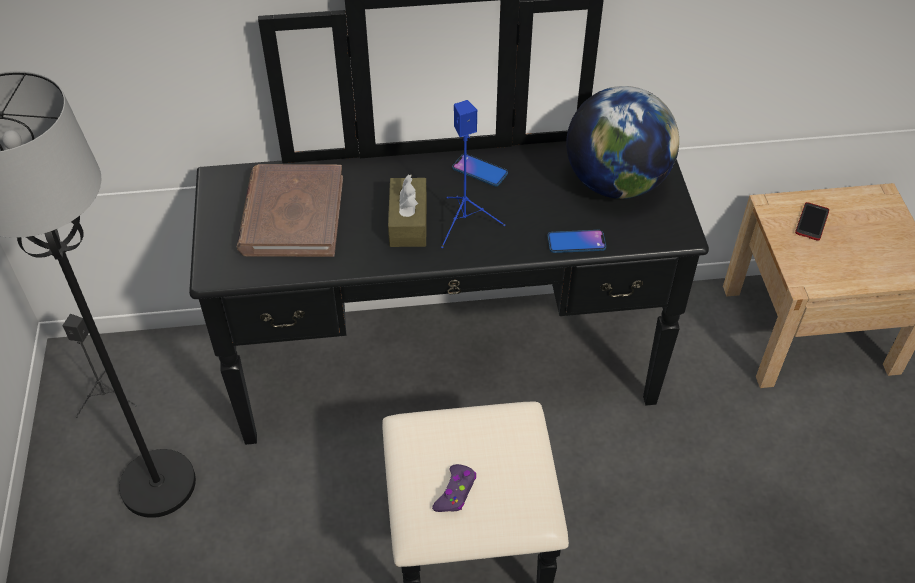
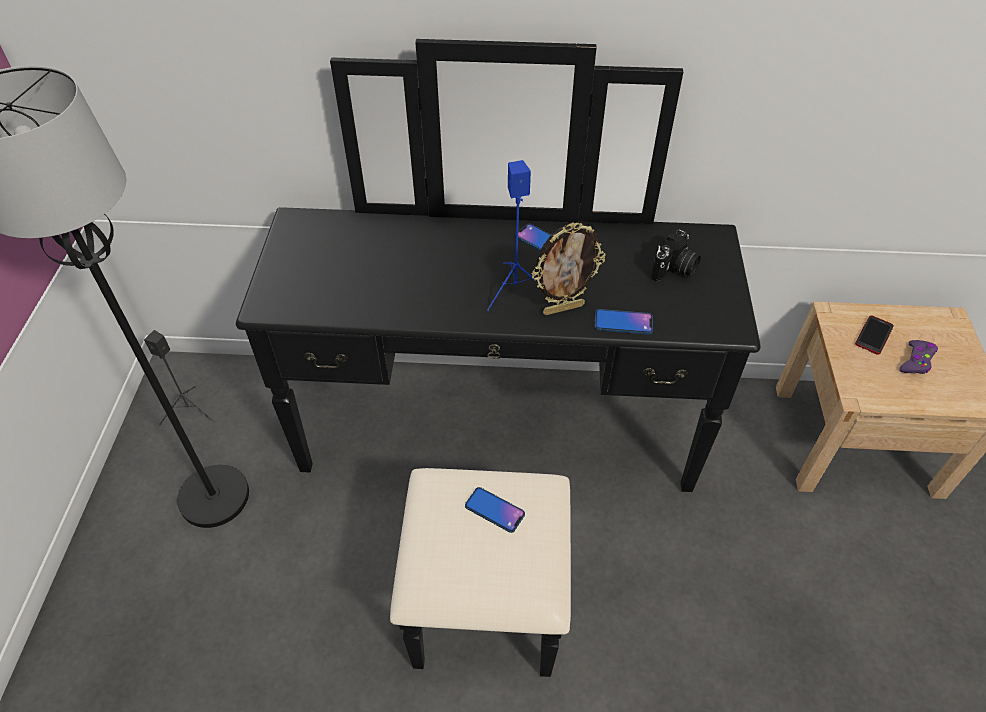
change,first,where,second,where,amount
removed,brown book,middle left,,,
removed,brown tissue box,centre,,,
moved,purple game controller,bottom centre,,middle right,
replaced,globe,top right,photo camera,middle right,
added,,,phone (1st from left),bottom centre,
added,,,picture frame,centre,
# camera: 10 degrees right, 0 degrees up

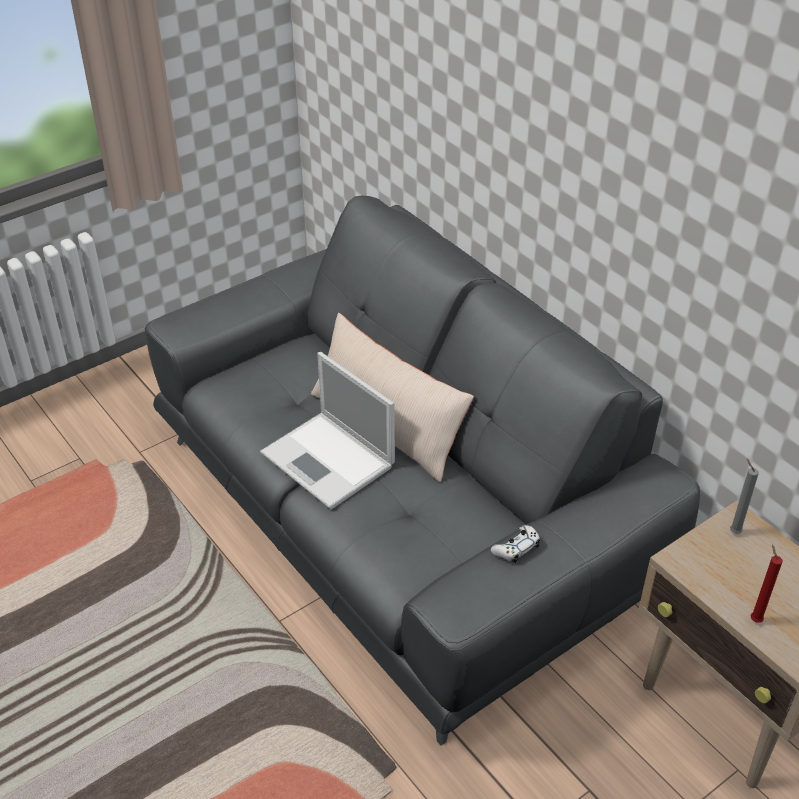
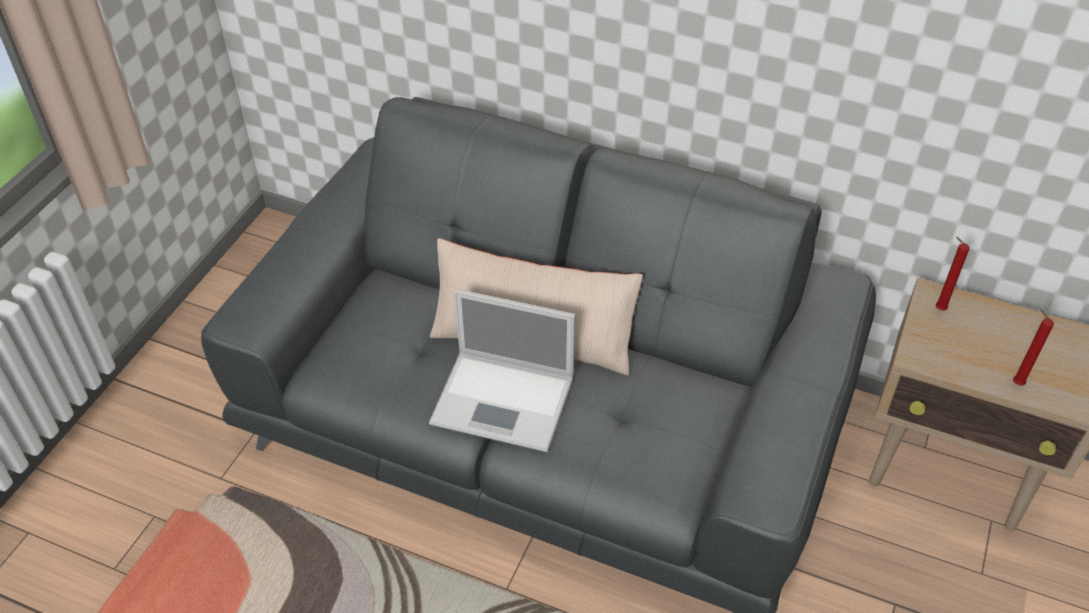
change,first,where,second,where,amount
removed,white game controller,bottom centre,,,
recoloured,grey candle,middle right,red candle (1st from left),middle right,
# camera: 30 degrees left, 5 degrees up

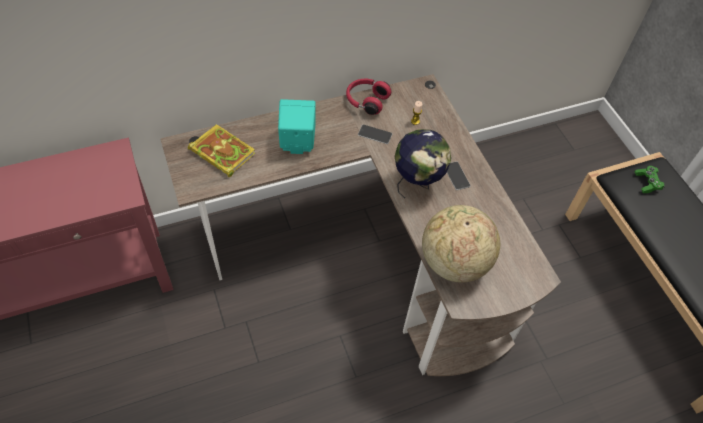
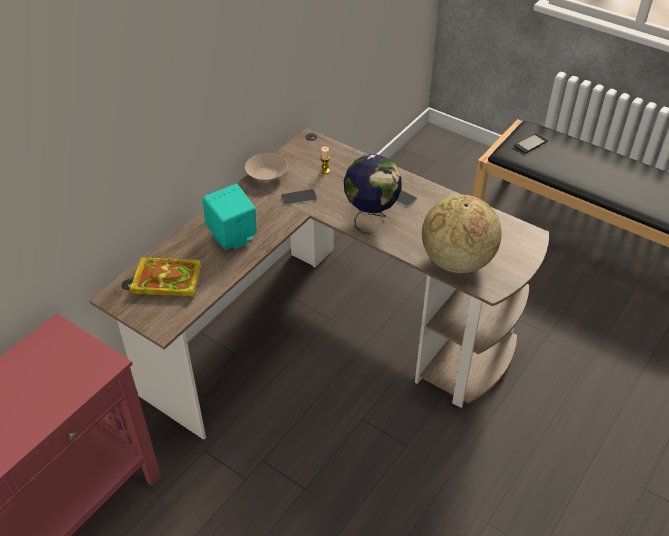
change,first,where,second,where,amount
replaced,red headphones,top centre,beige bowl,top centre,
replaced,green game controller,middle right,phone (3rd from left),top right,
# camera: 30 degrees left, 10 degrees down

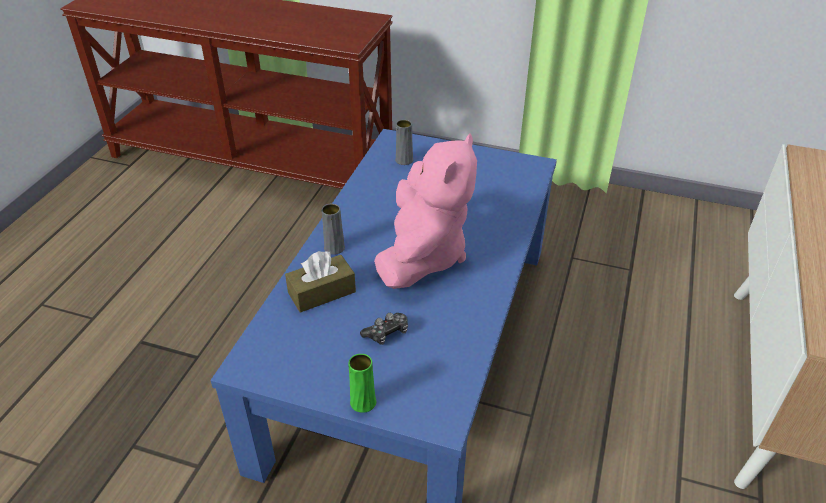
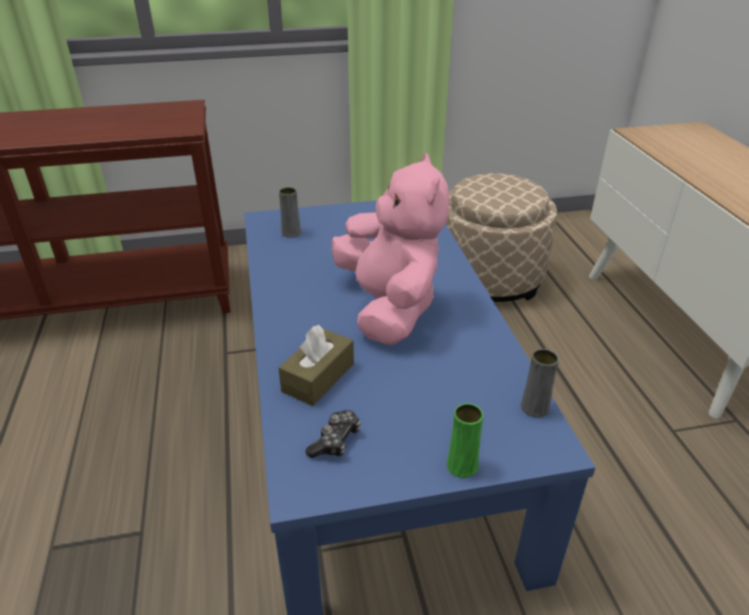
change,first,where,second,where,amount
moved,grey vase (1st from left in the first image),centre,grey vase (2nd from left),middle right,
moved,game controller,centre,,bottom centre,
added,,,beige ottoman,middle right,
# camera: 30 degrees left, 5 degrees down

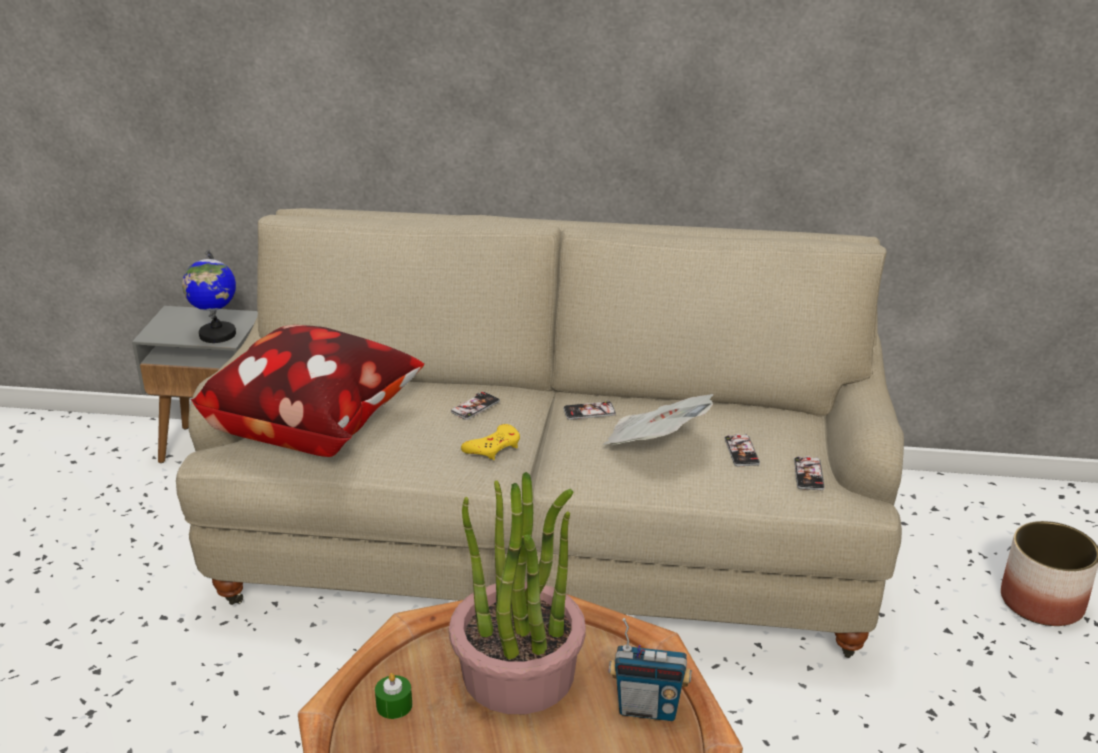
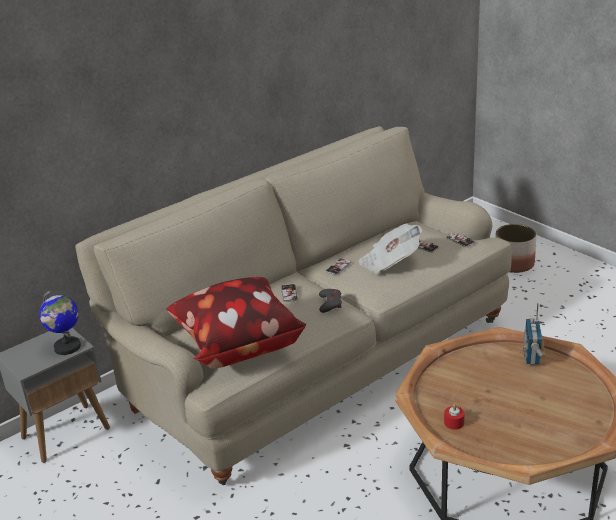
change,first,where,second,where,amount
recoloured,green candle,bottom centre,red candle,bottom right,
removed,potted plant,bottom centre,,,
recoloured,yellow game controller,centre,grey game controller,centre,
turned,radio,bottom centre,,middle right,135 degrees clockwise
# camera: 45 degrees left, 0 degrees up

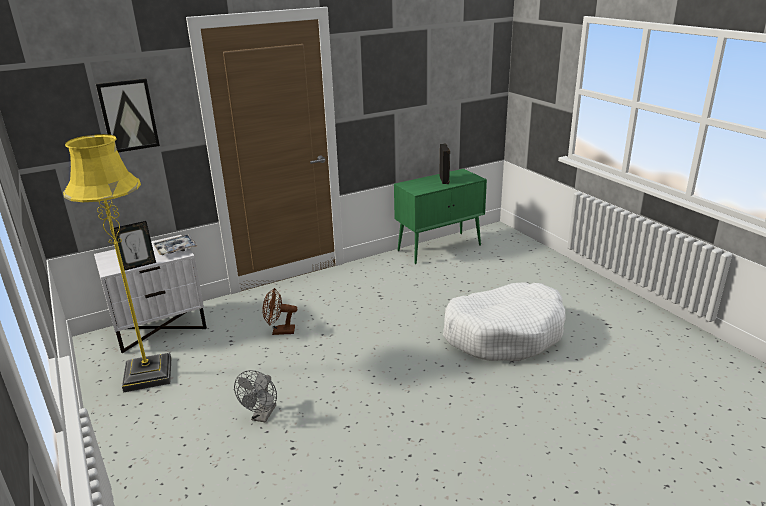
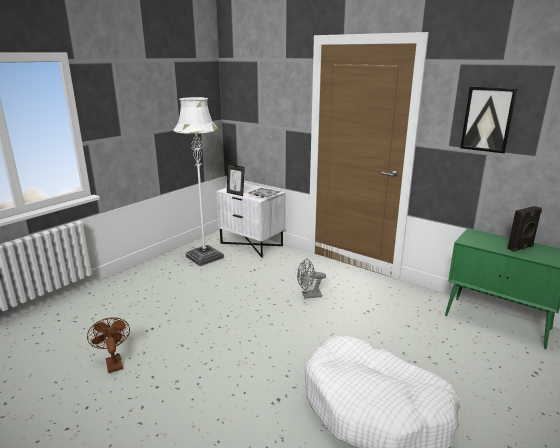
change,first,where,second,where,amount
recoloured,yellow floor lamp,middle left,white floor lamp,centre,
moved,picture,top left,,top right,
moved,grey fan,bottom left,,centre,
moved,brown fan,centre,,bottom left,
# camera: 65 degrees right, 5 degrees down

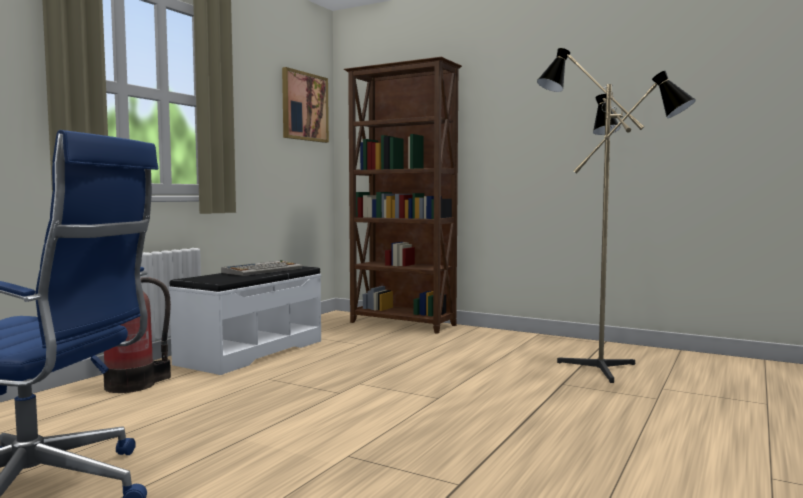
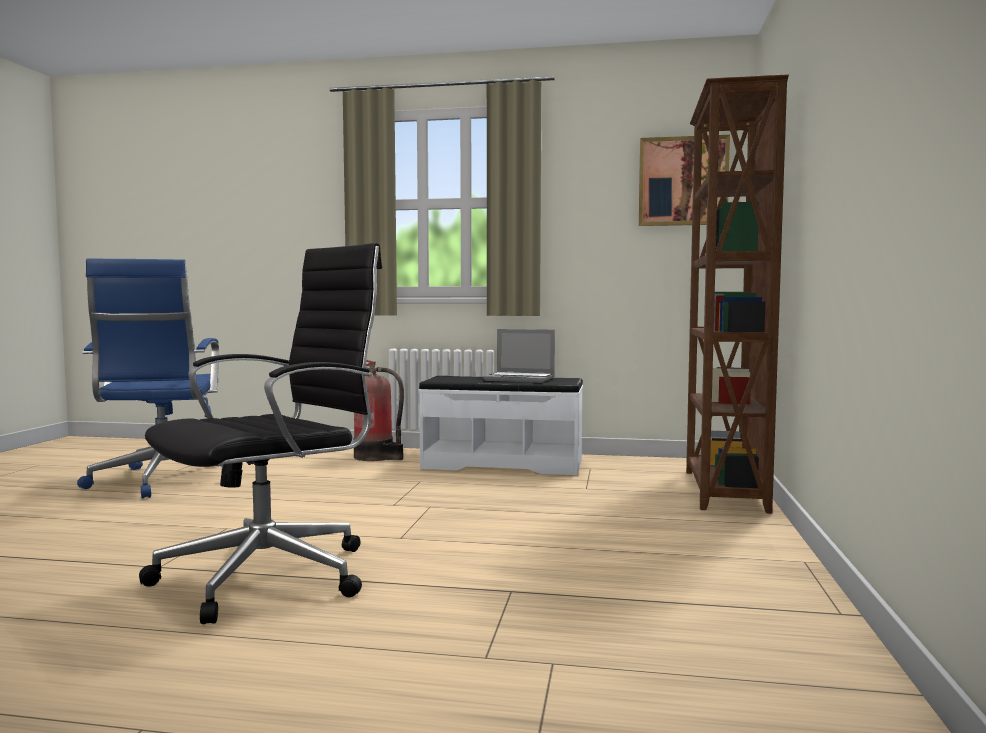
change,first,where,second,where,amount
replaced,keyboard,middle left,laptop,centre,
removed,floor lamp,middle right,,,
added,,,black office chair,middle left,
# camera: 70 degrees right, 0 degrees up

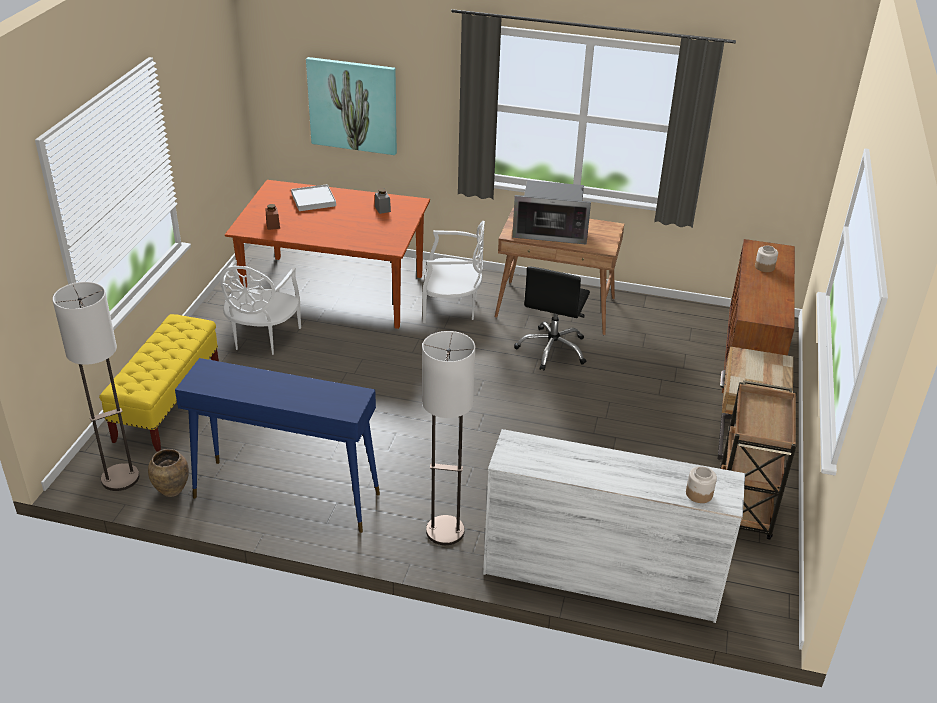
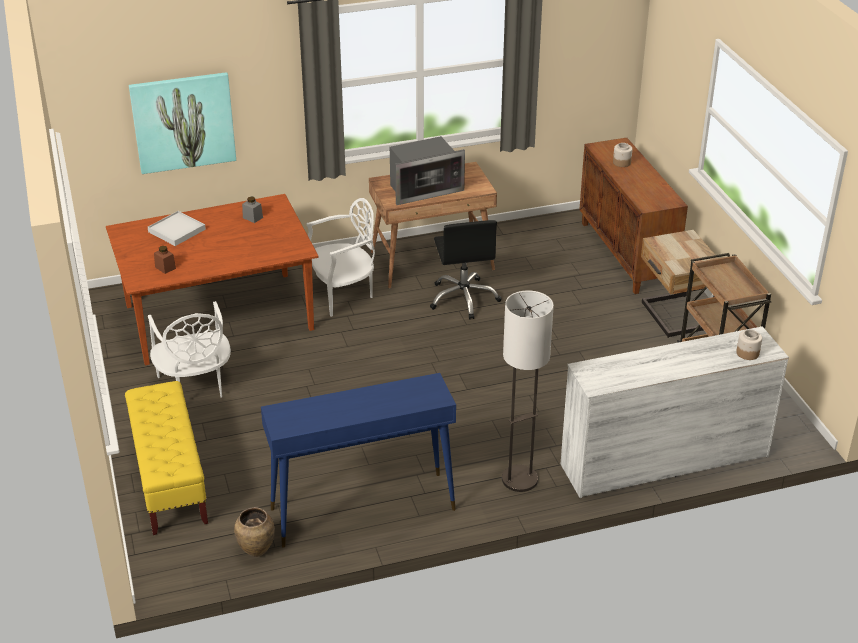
change,first,where,second,where,amount
removed,floor lamp (1st from left),middle left,,,
# camera: 30 degrees left, 0 degrees up

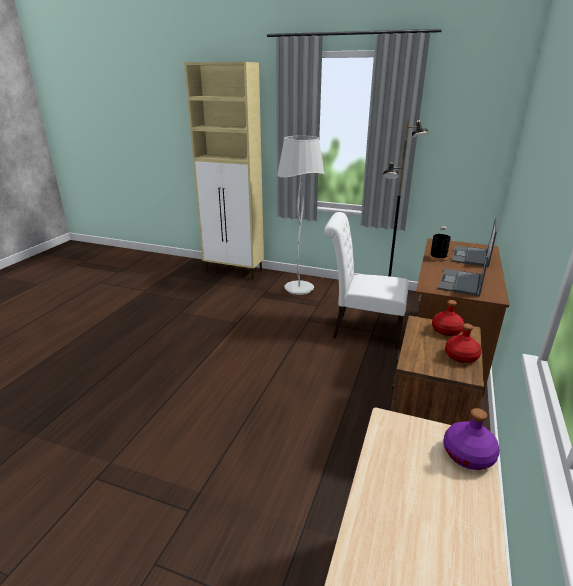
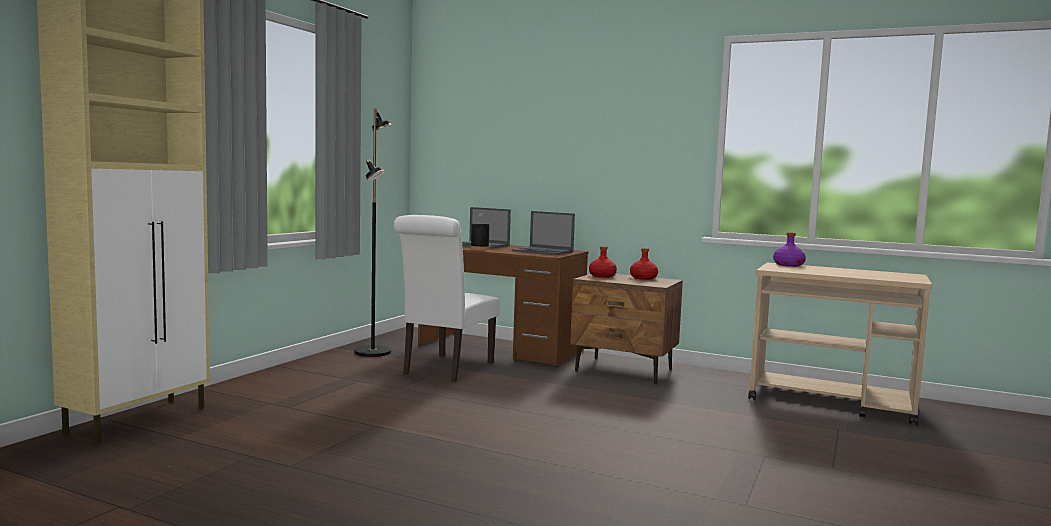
change,first,where,second,where,amount
removed,white floor lamp,centre,,,
# camera: 85 degrees left, 20 degrees down

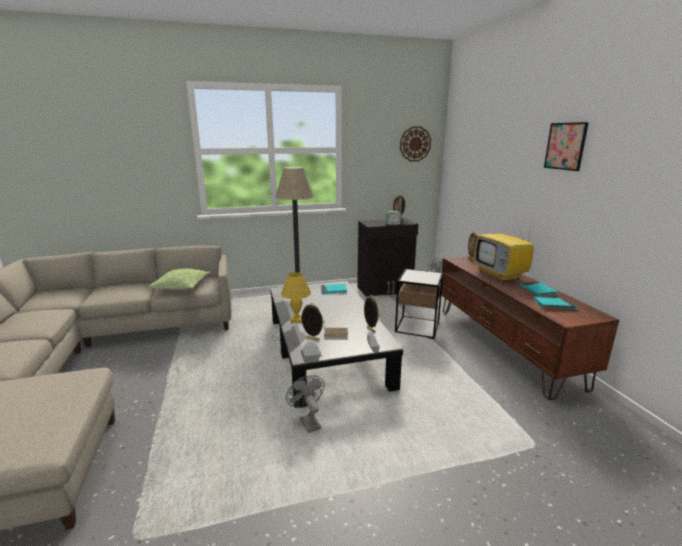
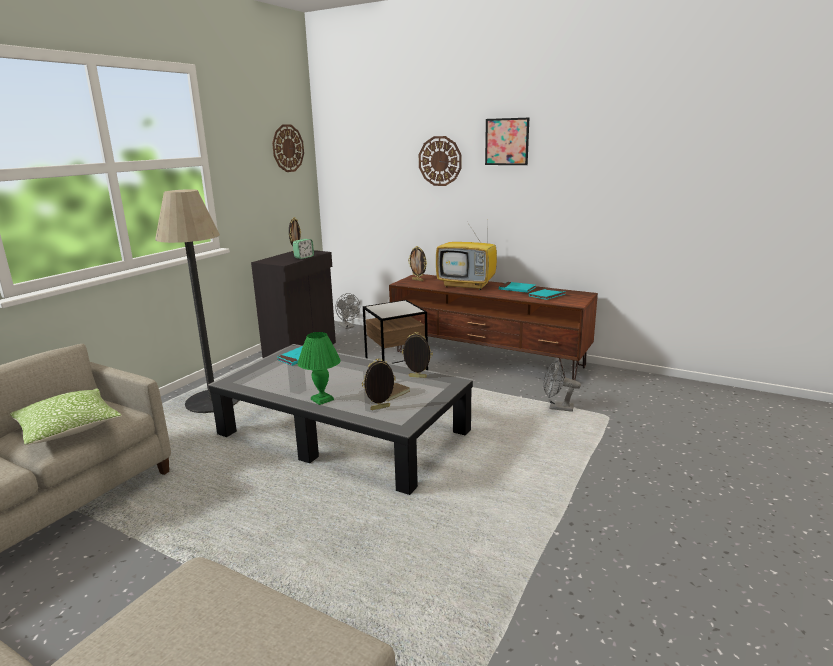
change,first,where,second,where,amount
recoloured,yellow table lamp,centre,green table lamp,centre,
moved,grey fan (1st from left in the first image),bottom centre,grey fan (2nd from left),middle right,
added,,,wall clock (2nd from left),top centre,
# camera: 45 degrees left, 0 degrees up

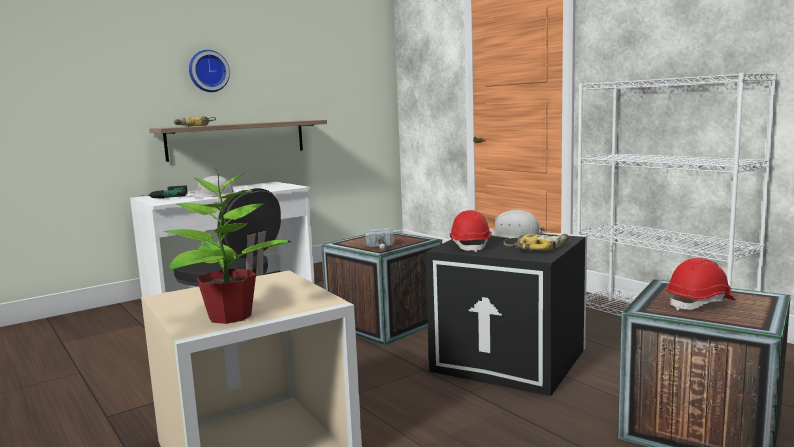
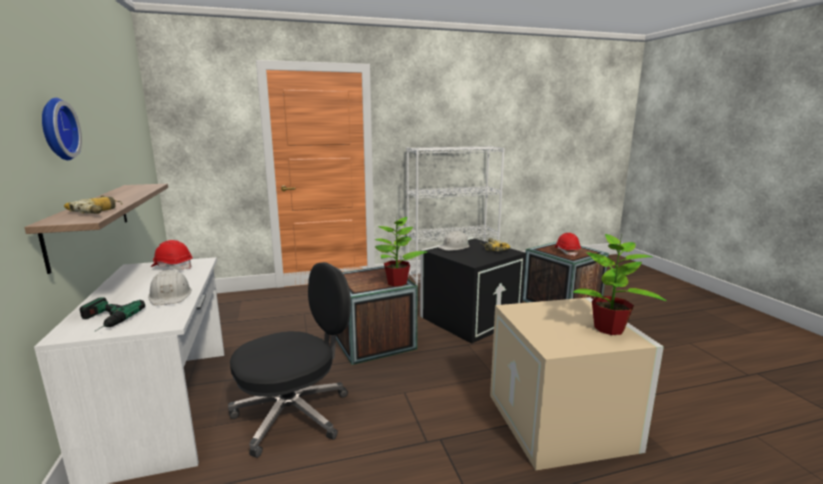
change,first,where,second,where,amount
replaced,hammer,centre,potted plant (1st from left),centre,
moved,red hard hat (1st from left),centre,,middle left,
# camera: 70 degrees left, 5 degrees up

